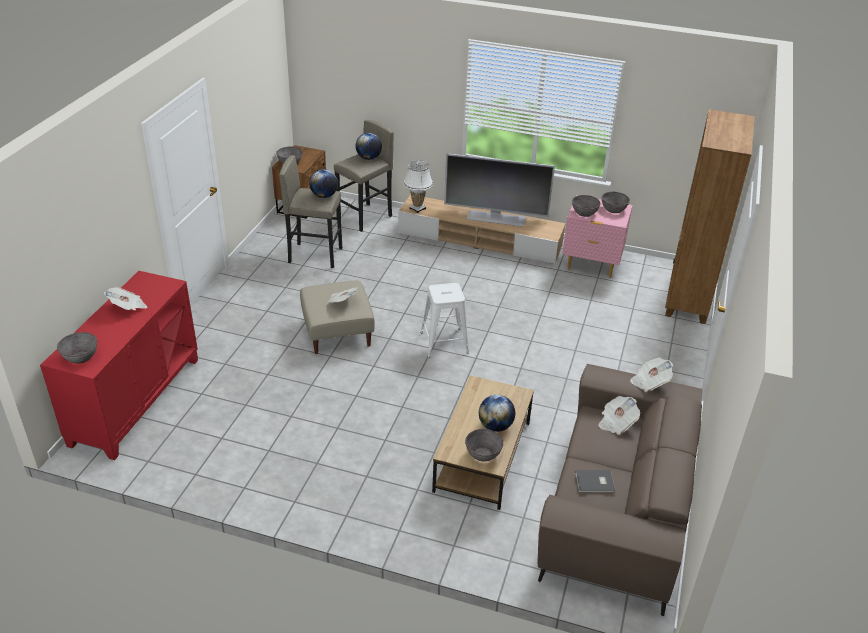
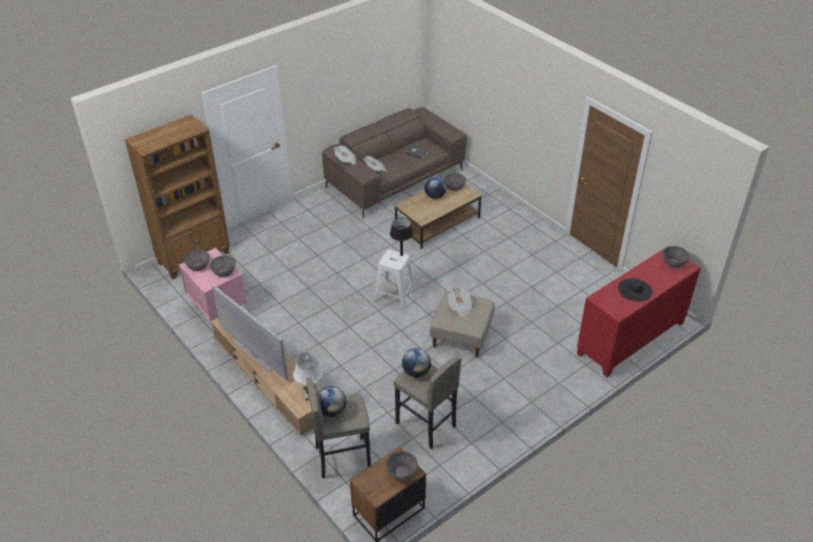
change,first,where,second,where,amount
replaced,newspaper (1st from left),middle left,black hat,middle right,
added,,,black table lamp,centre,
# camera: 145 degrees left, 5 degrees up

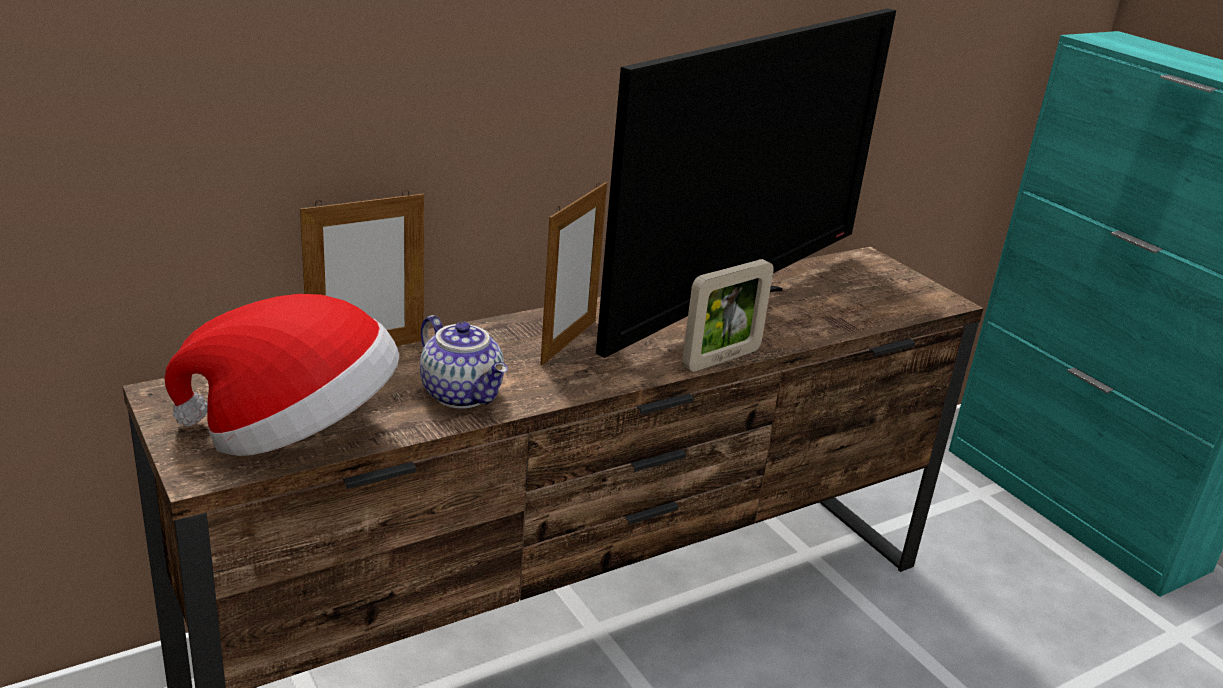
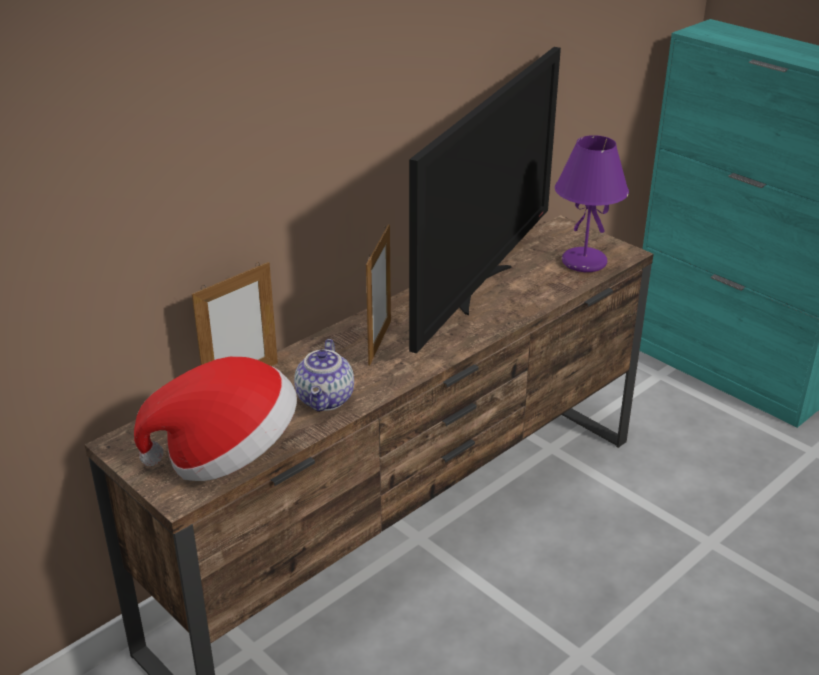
change,first,where,second,where,amount
turned,teapot,centre,,centre,60 degrees clockwise
removed,picture frame (3rd from left),centre,,,
added,,,purple table lamp,top right,
# camera: 10 degrees left, 5 degrees up

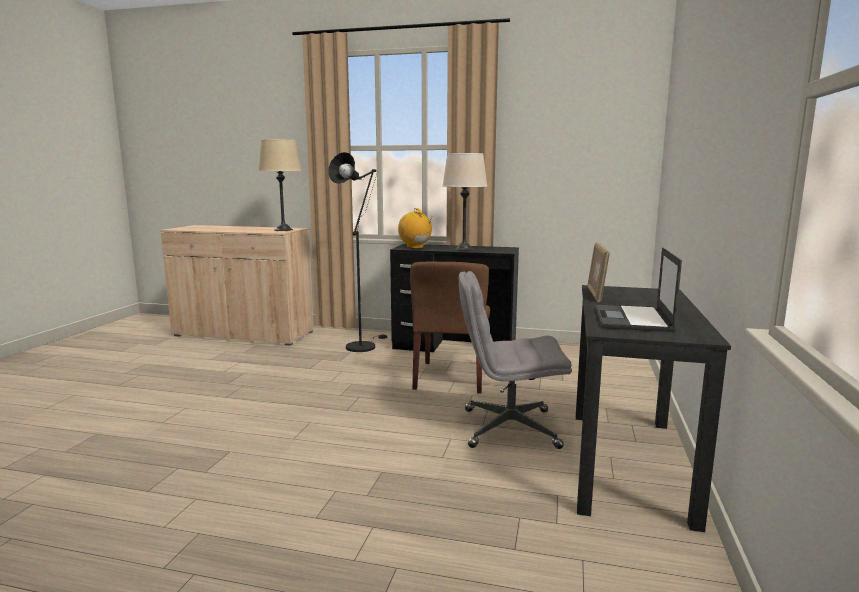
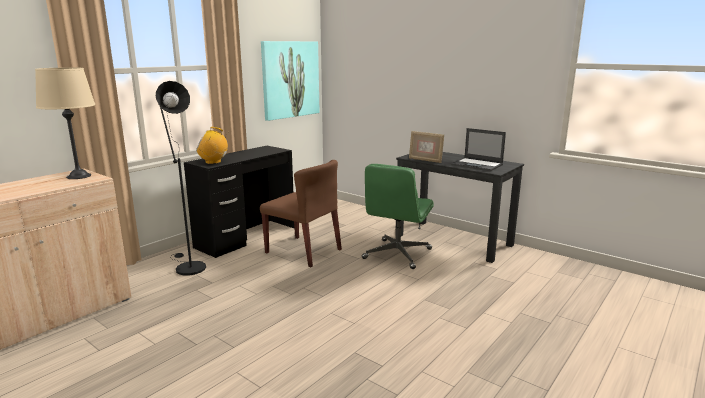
change,first,where,second,where,amount
removed,beige table lamp (2nd from left),centre,,,
recoloured,grey office chair,centre,green office chair,centre,
added,,,picture,top centre,
# camera: 65 degrees left, 5 degrees up

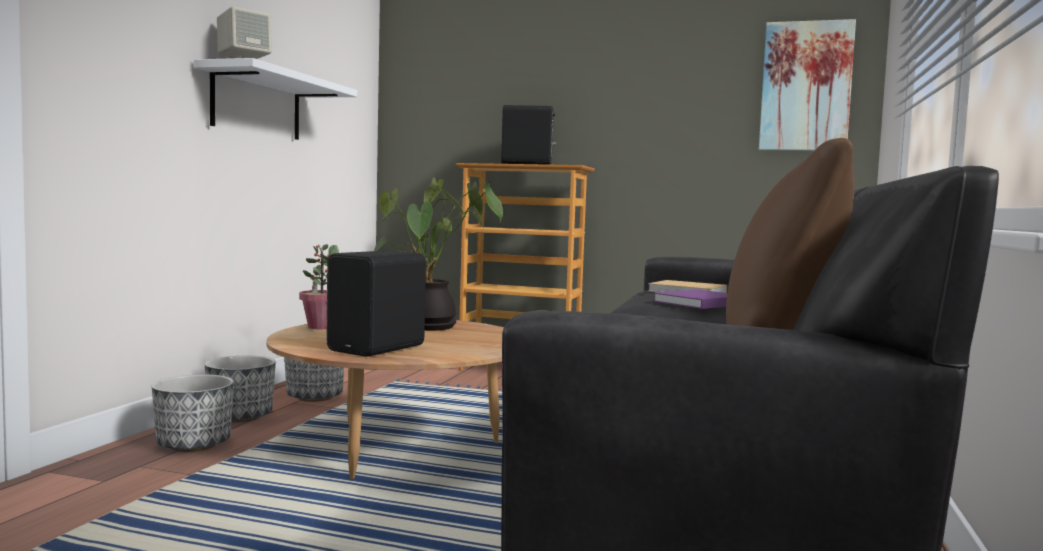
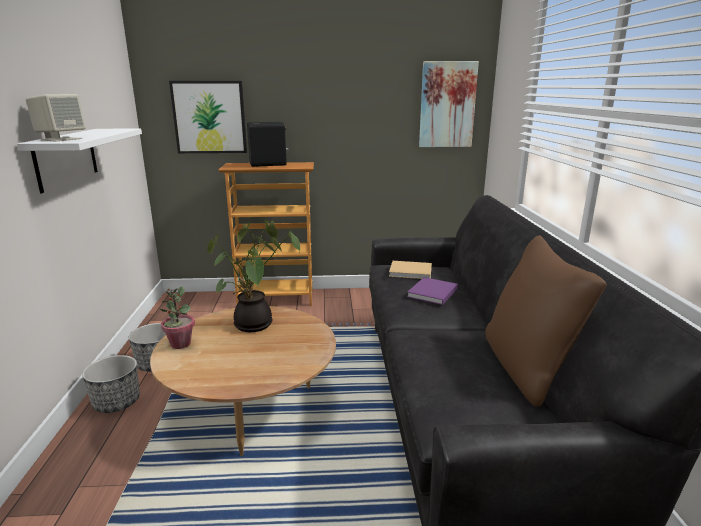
change,first,where,second,where,amount
removed,planter (1st from left),bottom left,,,
removed,black speaker (1st from left),centre,,,
added,,,picture (1st from left),top left,
# camera: 20 degrees left, 15 degrees up

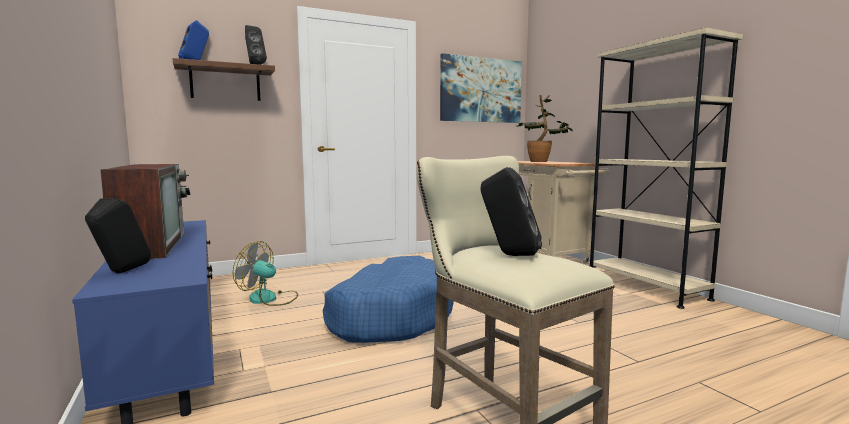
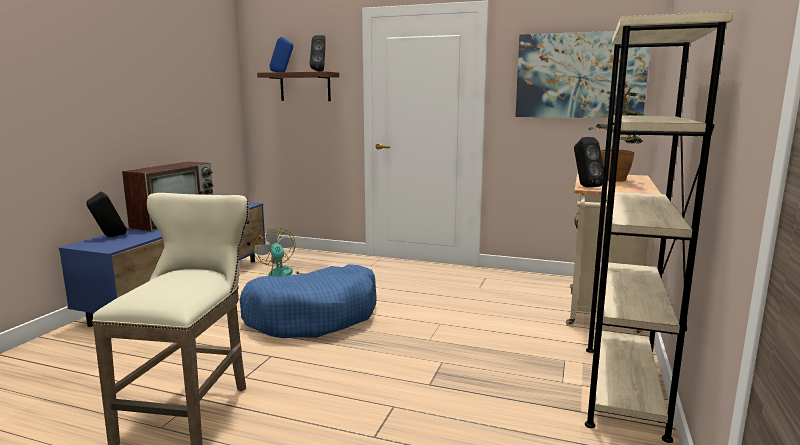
change,first,where,second,where,amount
moved,black speaker (3rd from left),centre,,middle right,
# camera: 45 degrees right, 5 degrees up

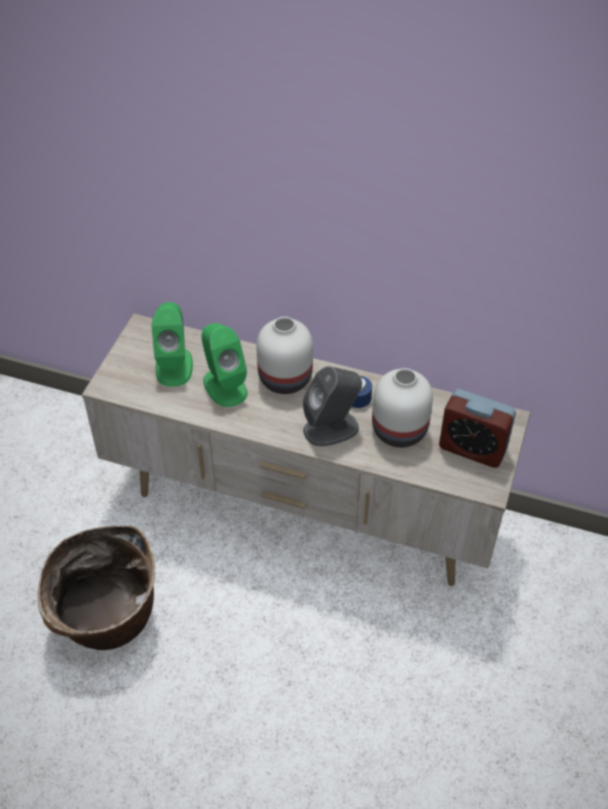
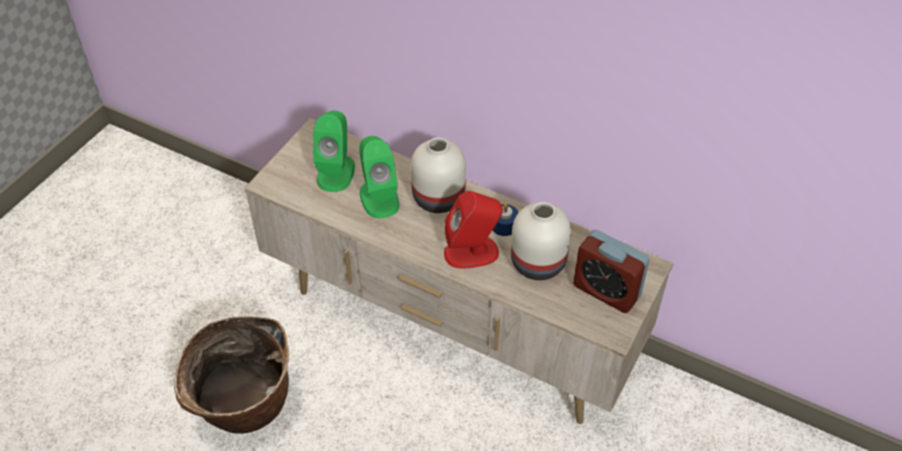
change,first,where,second,where,amount
recoloured,grey speaker,centre,red speaker,centre,
# camera: 10 degrees right, 0 degrees up

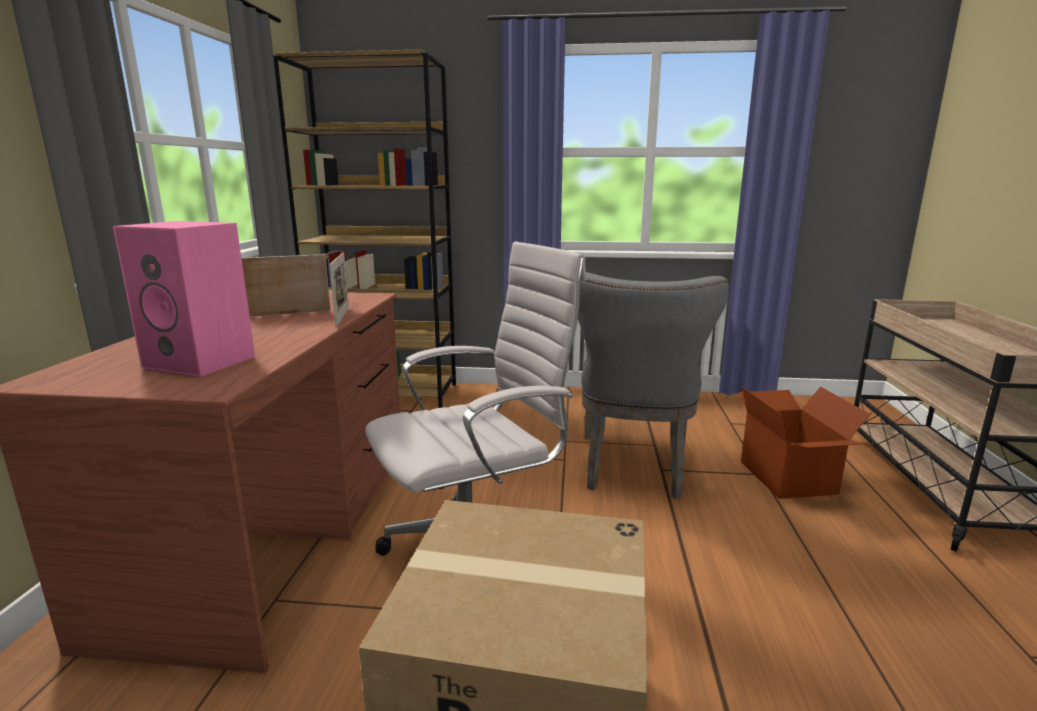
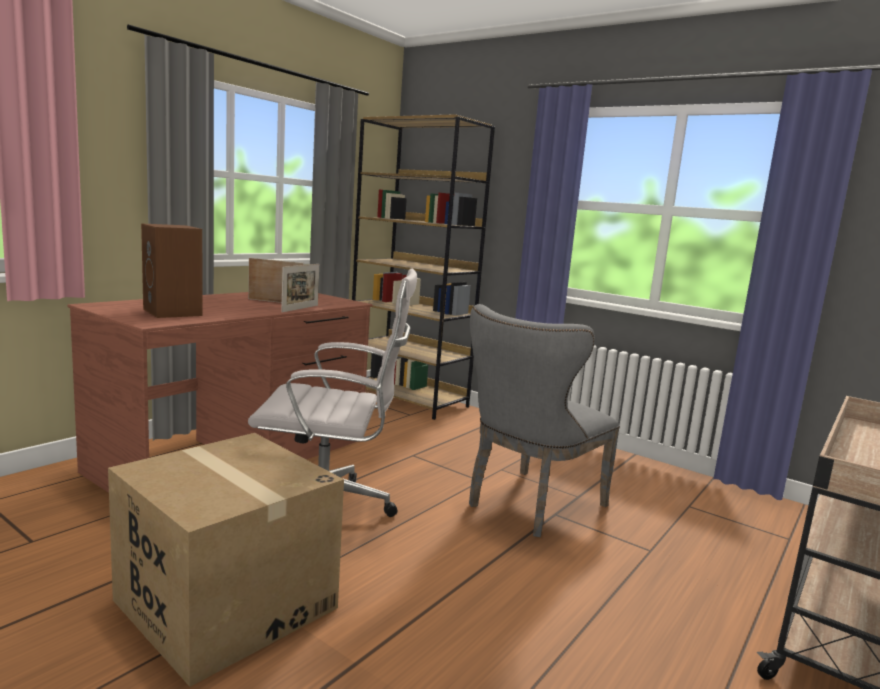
change,first,where,second,where,amount
recoloured,pink speaker,middle left,brown speaker,middle left,
removed,cardboard box (2nd from left),middle right,,,
# camera: 30 degrees right, 5 degrees down

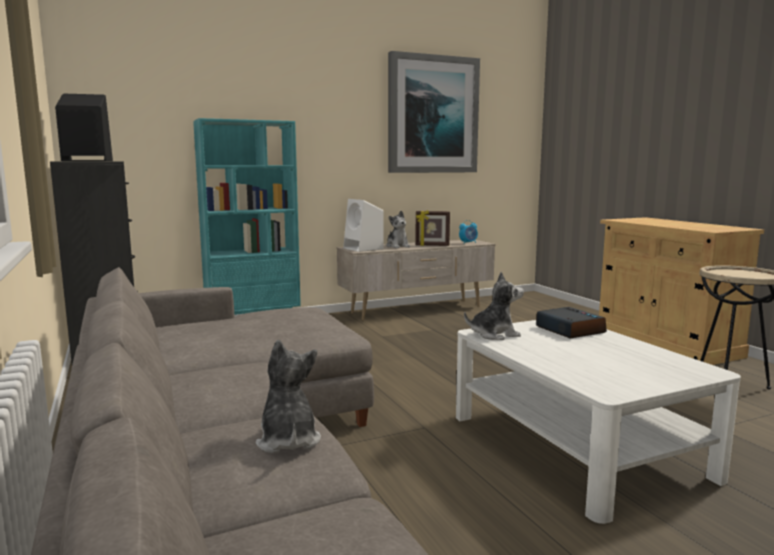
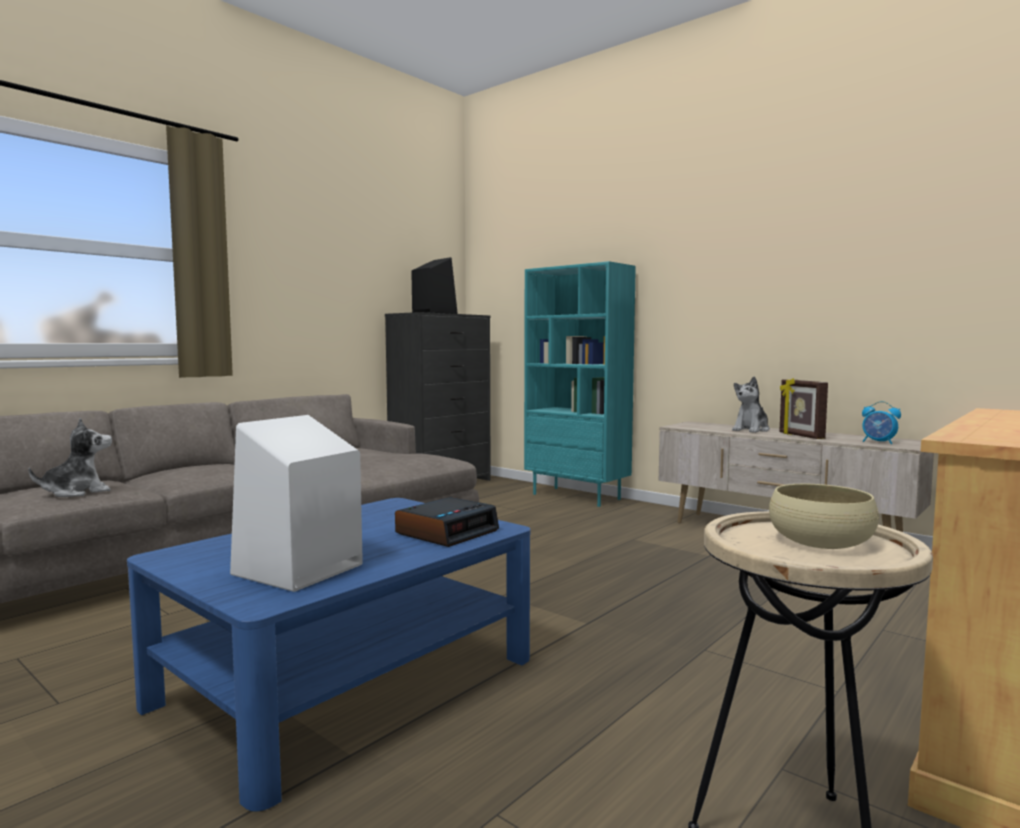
change,first,where,second,where,amount
moved,white speaker,centre,,middle left,
removed,picture,top centre,,,
recoloured,white coffee table,bottom right,blue coffee table,bottom left,
removed,plush toy (3rd from left),centre,,,
added,,,beige bowl,middle right,
# camera: 65 degrees right, 5 degrees down

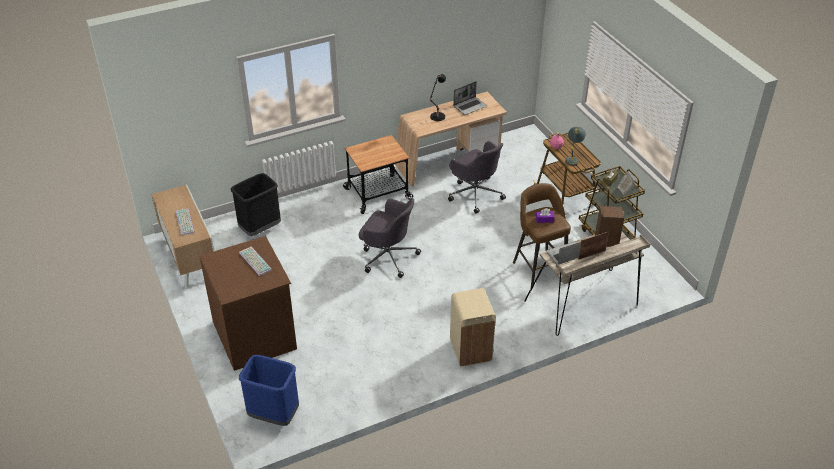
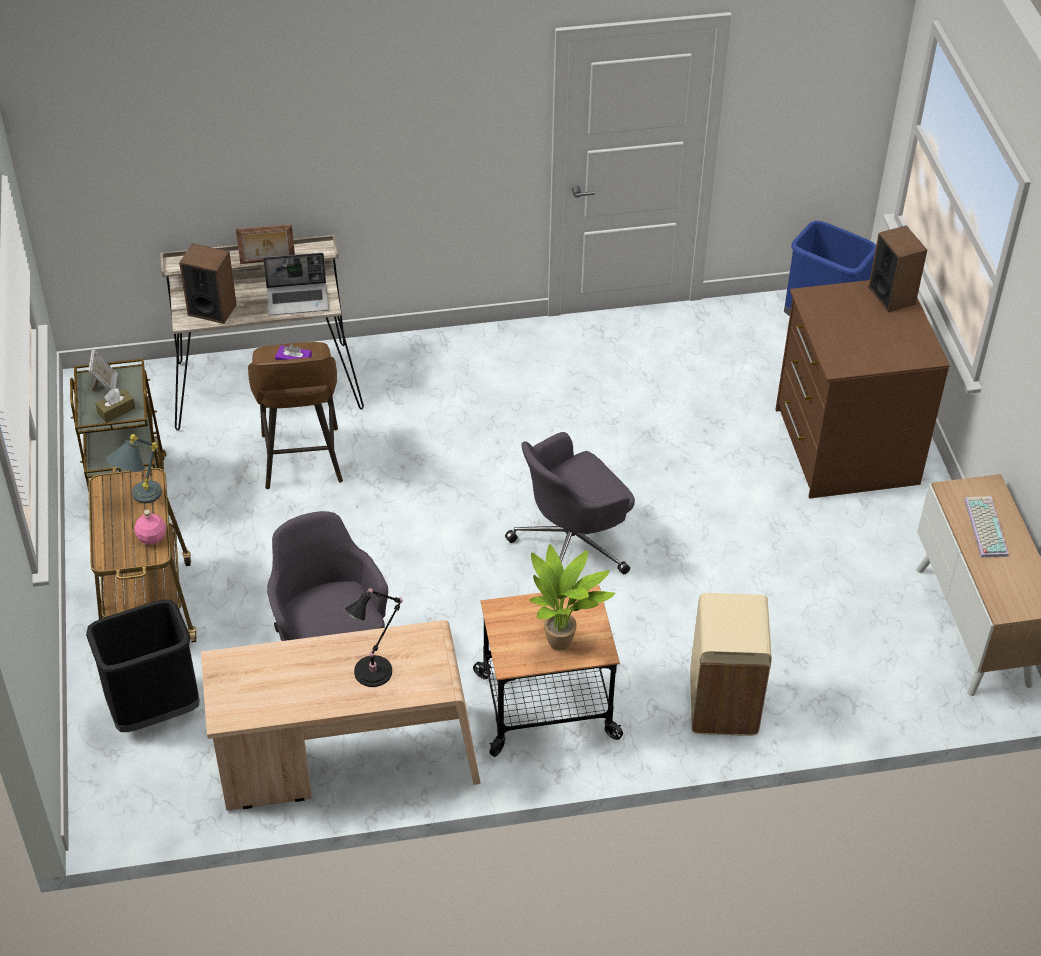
change,first,where,second,where,amount
moved,black trash can,middle left,,bottom left,
removed,keyboard (2nd from left),middle left,,,
turned,grey office chair (1st from left in the first image),centre,grey office chair (2nd from left),centre,75 degrees counterclockwise
moved,beige trash can,bottom centre,,bottom right,
removed,laptop (1st from left),top centre,,,
added,,,potted plant,centre,
added,,,speaker (2nd from left),top right,
# camera: 165 degrees left, 5 degrees up

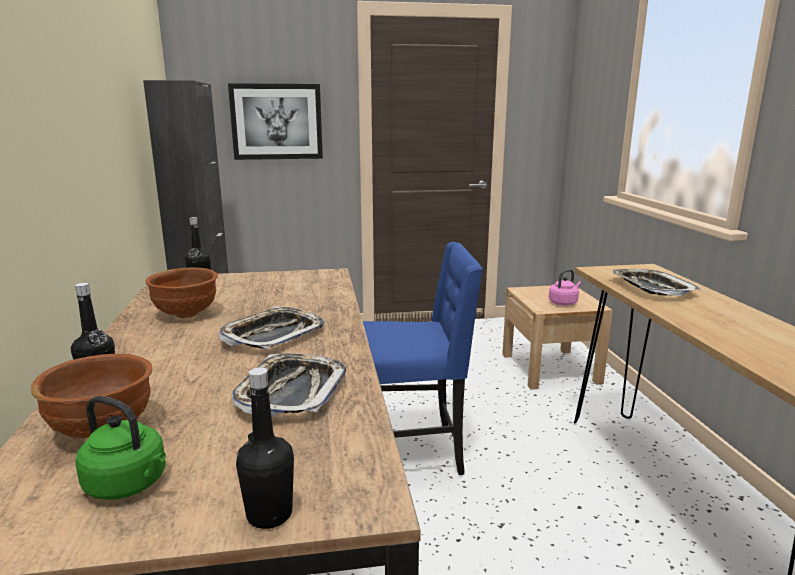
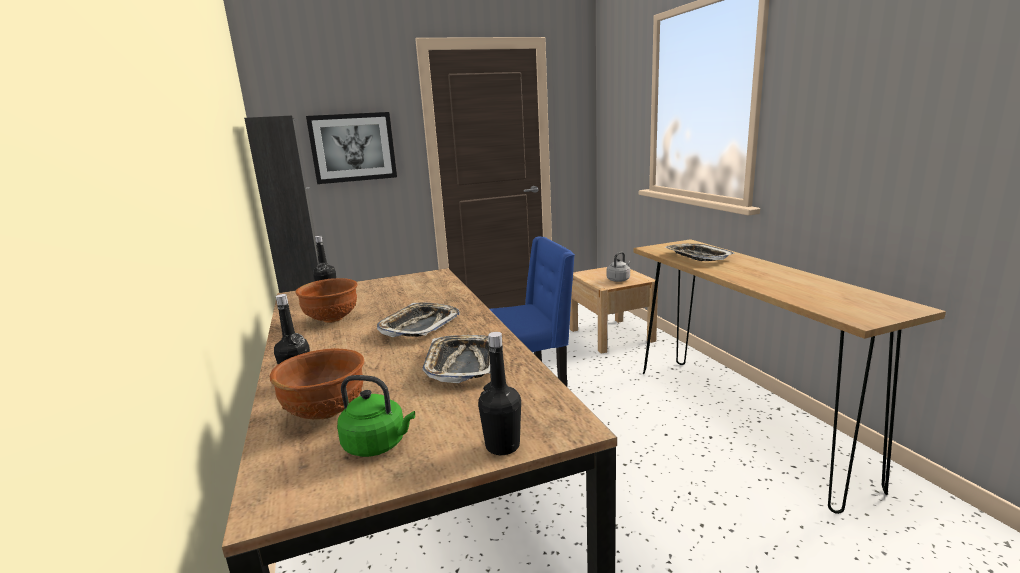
change,first,where,second,where,amount
recoloured,pink kettle,middle right,grey kettle,centre,
# camera: 10 degrees left, 0 degrees up

